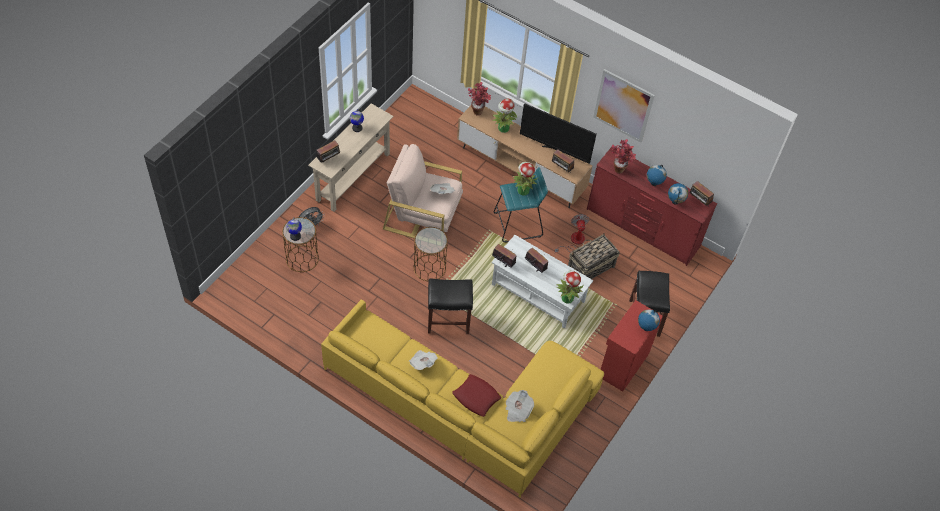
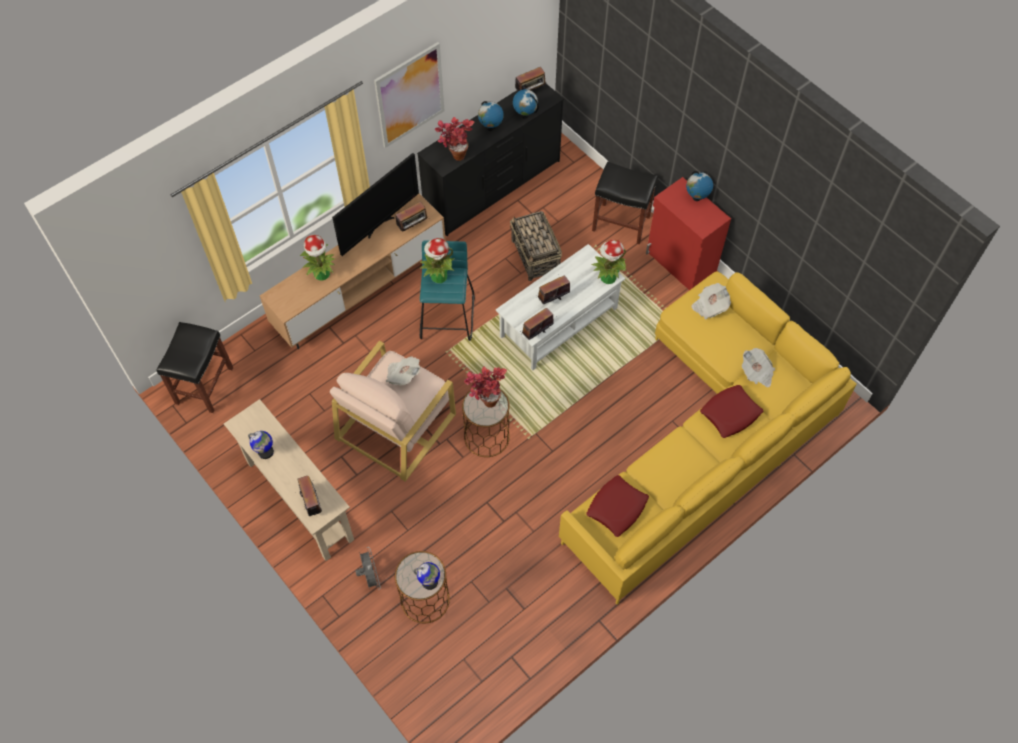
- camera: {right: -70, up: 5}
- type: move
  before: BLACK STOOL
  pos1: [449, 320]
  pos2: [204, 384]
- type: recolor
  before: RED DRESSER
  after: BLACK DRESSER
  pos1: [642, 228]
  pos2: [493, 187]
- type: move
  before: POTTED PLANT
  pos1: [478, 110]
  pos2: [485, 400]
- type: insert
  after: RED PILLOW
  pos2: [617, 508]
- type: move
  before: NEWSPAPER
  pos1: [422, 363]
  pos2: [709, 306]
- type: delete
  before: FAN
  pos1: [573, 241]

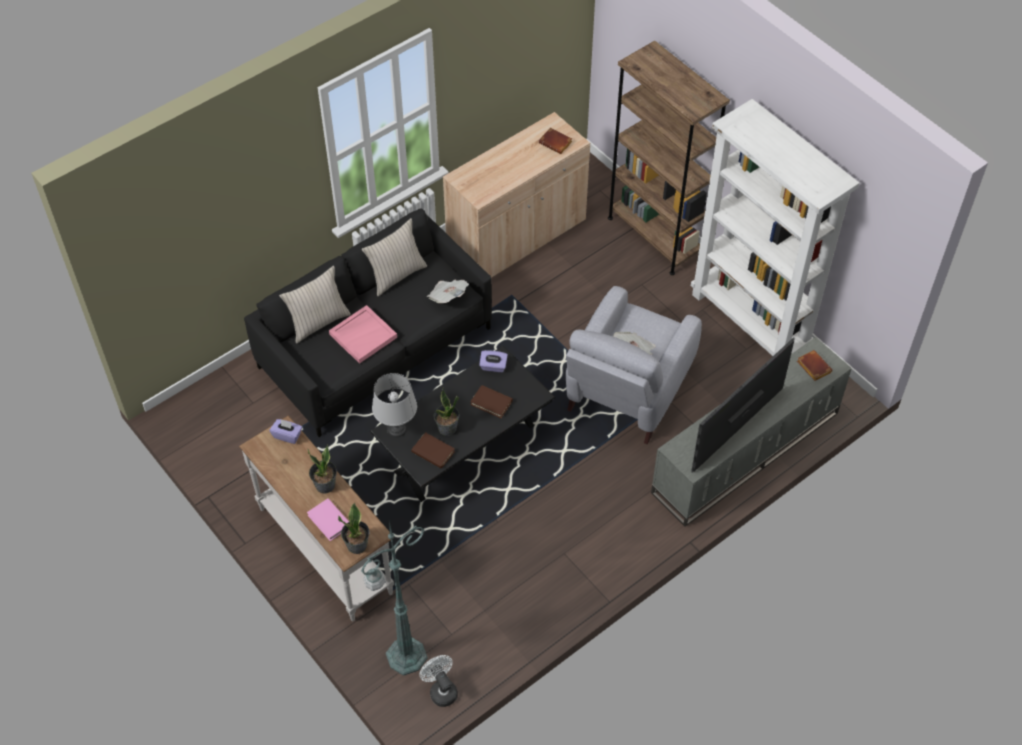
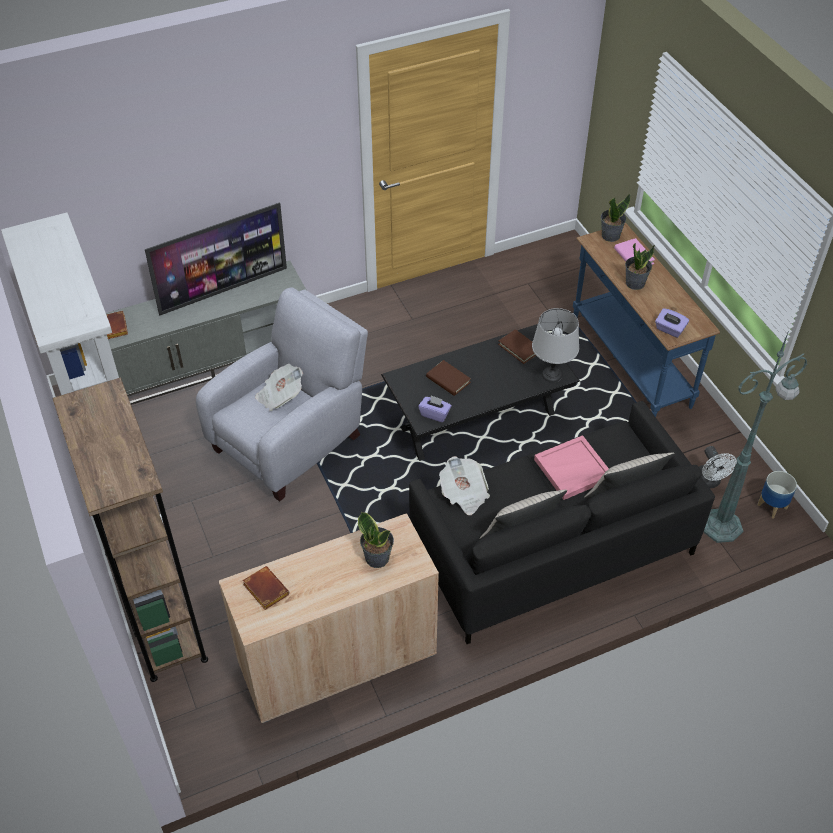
- camera: {right: -165, up: -5}
- type: move
  before: POTTED PLANT
  pos1: [447, 428]
  pos2: [377, 557]
- type: recolor
  before: WHITE CONSOLE TABLE
  after: BLUE CONSOLE TABLE
  pos1: [326, 549]
  pos2: [629, 362]
- type: move
  before: WHITE FAN
  pos1: [441, 690]
  pos2: [709, 482]
- type: move
  before: GREEN FLOOR LAMP
  pos1: [404, 657]
  pos2: [723, 525]
- type: insert
  after: PLANTER
  pos2: [771, 506]

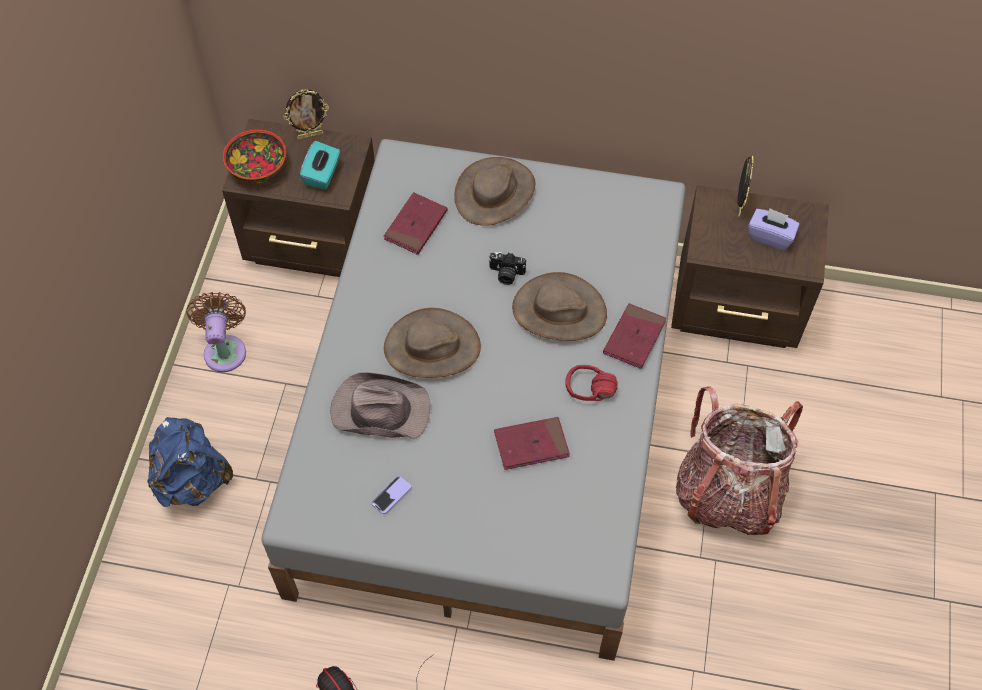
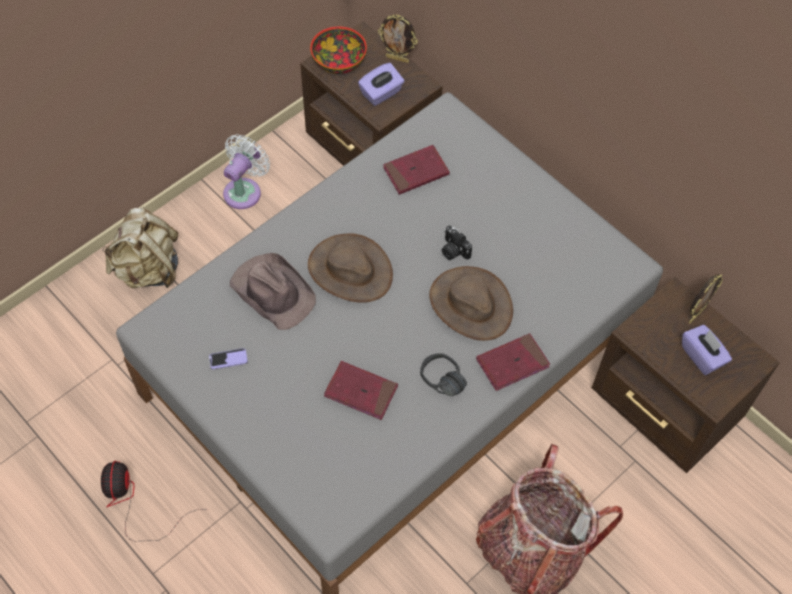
- camera: {right: 35, up: 0}
- type: recolor
  before: BLUE BACKPACK
  after: BEIGE BACKPACK
  pos1: [193, 480]
  pos2: [148, 269]
- type: recolor
  before: BROWN FAN
  after: WHITE FAN
  pos1: [225, 349]
  pos2: [245, 190]
- type: recolor
  before: TURQUOISE TISSUE BOX
  after: PURPLE TISSUE BOX
  pos1: [322, 175]
  pos2: [381, 93]
- type: recolor
  before: RED HEADPHONES
  after: BLACK HEADPHONES
  pos1: [589, 396]
  pos2: [437, 384]
- type: delete
  before: BROWN HAT
  pos1: [495, 193]

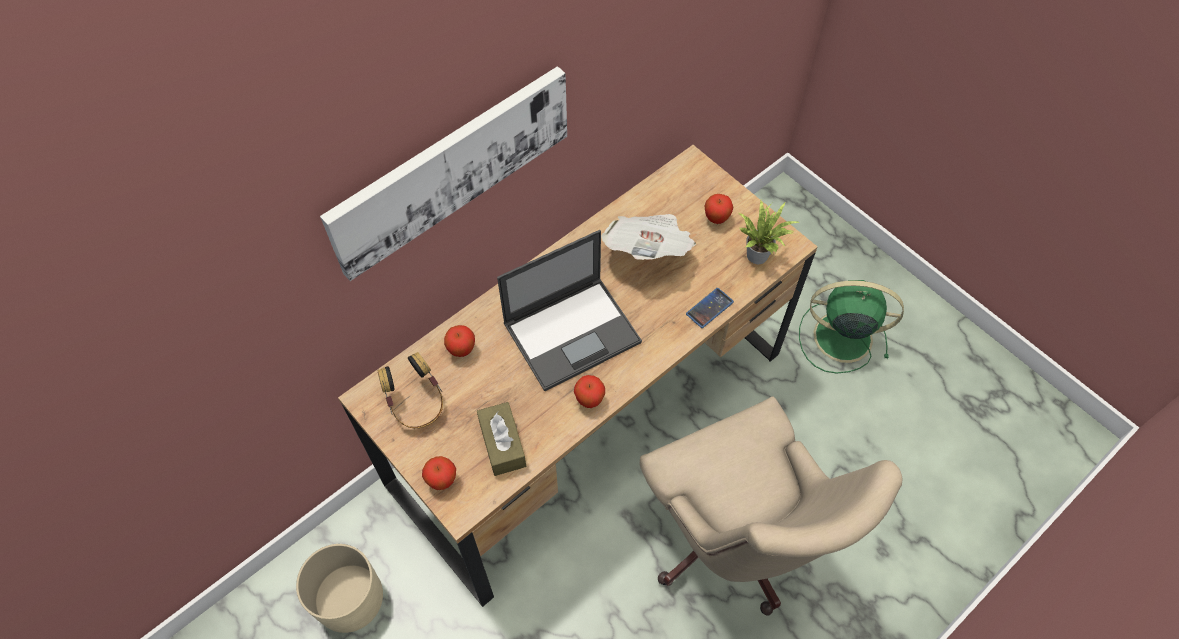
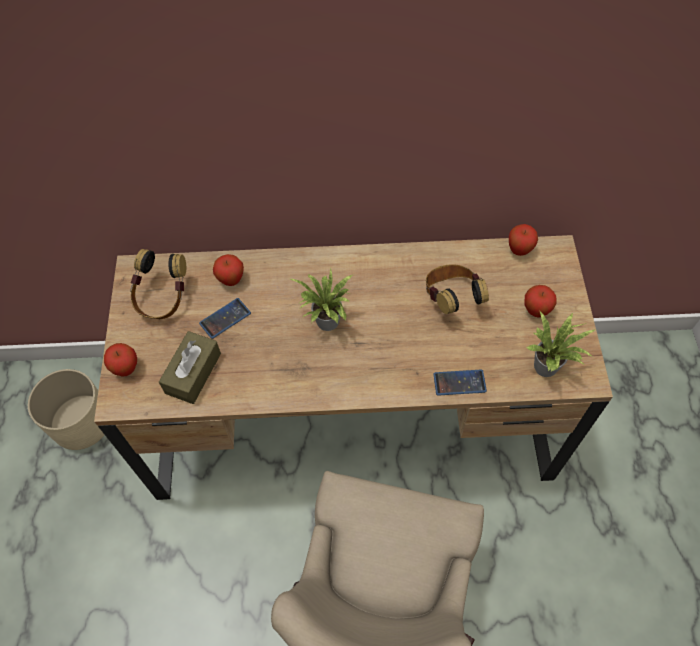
- camera: {right: 40, up: 0}
- type: insert
  after: PHONE
  pos2: [225, 318]
- type: replace
  before: LAPTOP
  after: POTTED PLANT
  pos1: [573, 332]
  pos2: [327, 324]
- type: replace
  before: NEWSPAPER
  after: HEADPHONES
  pos1: [649, 249]
  pos2: [451, 298]
- type: move
  before: APPLE
  pos1: [589, 400]
  pos2: [519, 250]
- type: delete
  before: PICTURE
  pos1: [450, 168]
- type: delete
  before: GREEN FAN
  pos1: [839, 336]

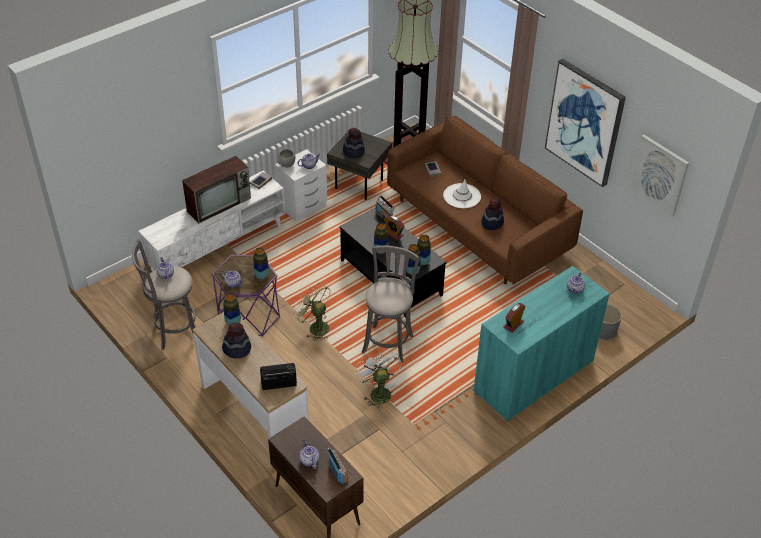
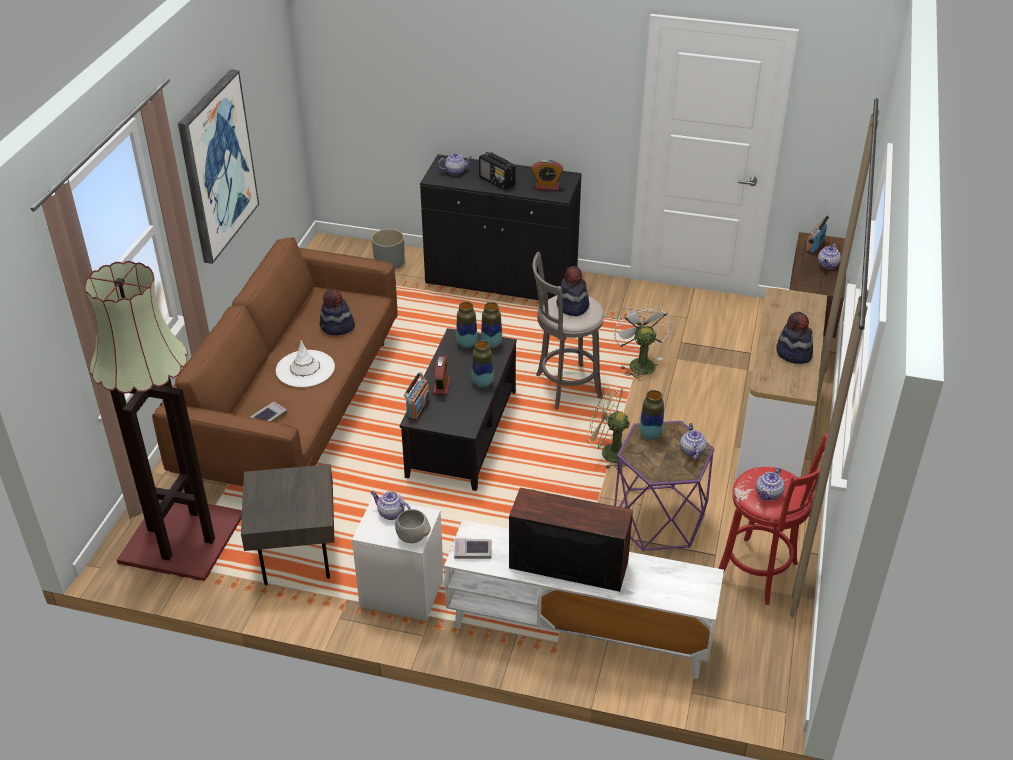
- camera: {right: -125, up: -5}
- type: recolor
  before: TURQUOISE CABINET
  after: BLACK CABINET
  pos1: [533, 376]
  pos2: [501, 280]
- type: move
  before: RADIO
  pos1: [278, 383]
  pos2: [497, 181]
- type: move
  before: HAT
  pos1: [353, 151]
  pos2: [572, 306]
- type: rotate
  before: GREEN FAN
  pos1: [315, 327]
  pos2: [608, 453]
  turn: 105
- type: rotate
  before: WHITE FAN
  pos1: [378, 392]
  pos2: [639, 363]
  turn: 135
- type: recolor
  before: GREY STOOL
  after: RED STOOL
  pos1: [173, 331]
  pos2: [760, 573]
- type: delete
  before: VASE
  pos1: [233, 322]
- type: delete
  before: PICTURE
  pos1: [659, 174]

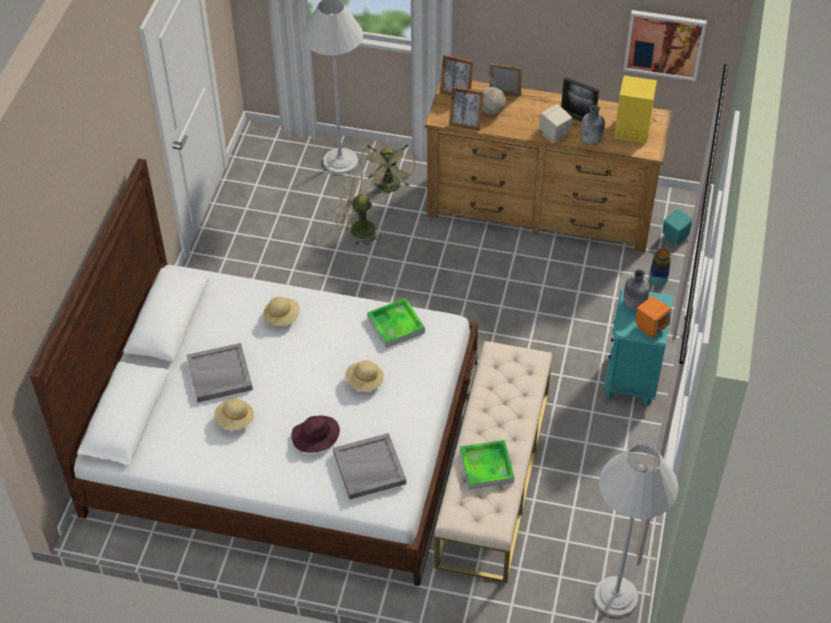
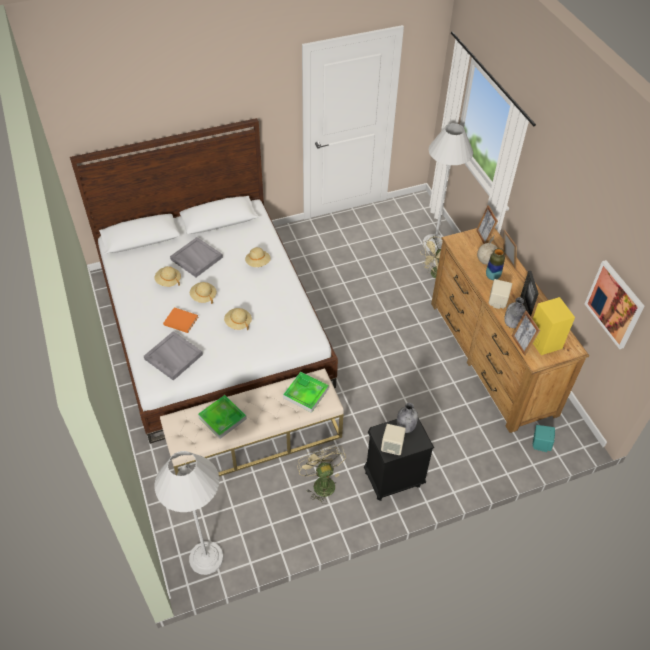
- camera: {right: 55, up: 0}
- type: replace
  before: PURPLE HAT
  after: ORANGE BOOK
  pos1: [315, 436]
  pos2: [180, 320]
- type: insert
  after: BEIGE HAT
  pos2: [203, 296]
- type: move
  before: TRAY
  pos1: [396, 325]
  pos2: [306, 393]
- type: move
  before: BEIGE FAN
  pos1: [356, 230]
  pos2: [321, 482]
- type: recolor
  before: TURQUOISE NIGHTSTAND
  after: BLACK NIGHTSTAND
  pos1: [632, 379]
  pos2: [392, 479]
- type: recolor
  before: ORANGE SPEAKER
  after: BEIGE SPEAKER
  pos1: [650, 327]
  pos2: [392, 446]
- type: move
  before: VASE
  pos1: [657, 282]
  pos2: [492, 276]
- type: move
  before: PICTURE FRAME
  pos1: [465, 124]
  pos2: [521, 344]

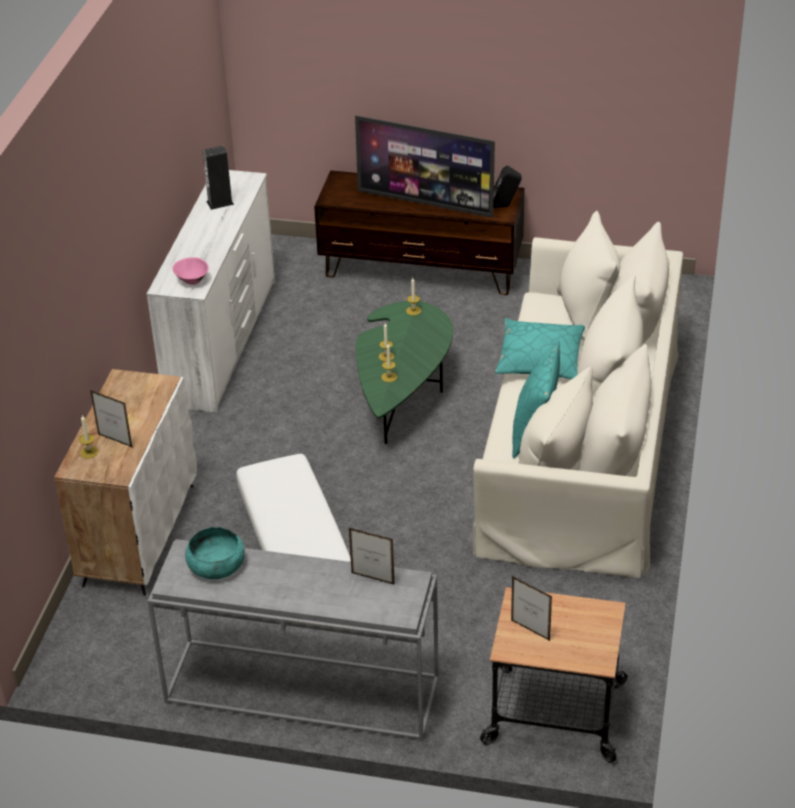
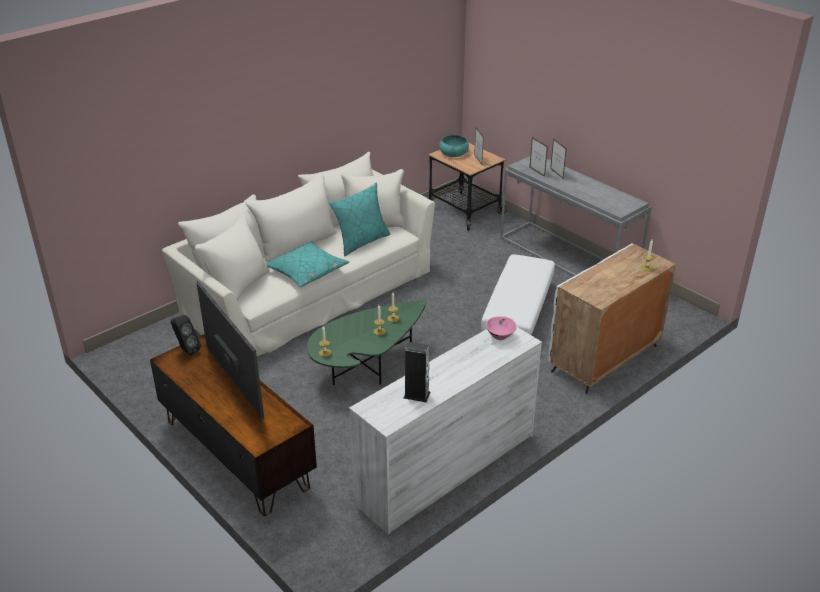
- camera: {right: -145, up: -5}
- type: move
  before: TURQUOISE BOWL
  pos1: [216, 564]
  pos2: [454, 153]
- type: move
  before: PICTURE FRAME
  pos1: [115, 441]
  pos2: [556, 174]

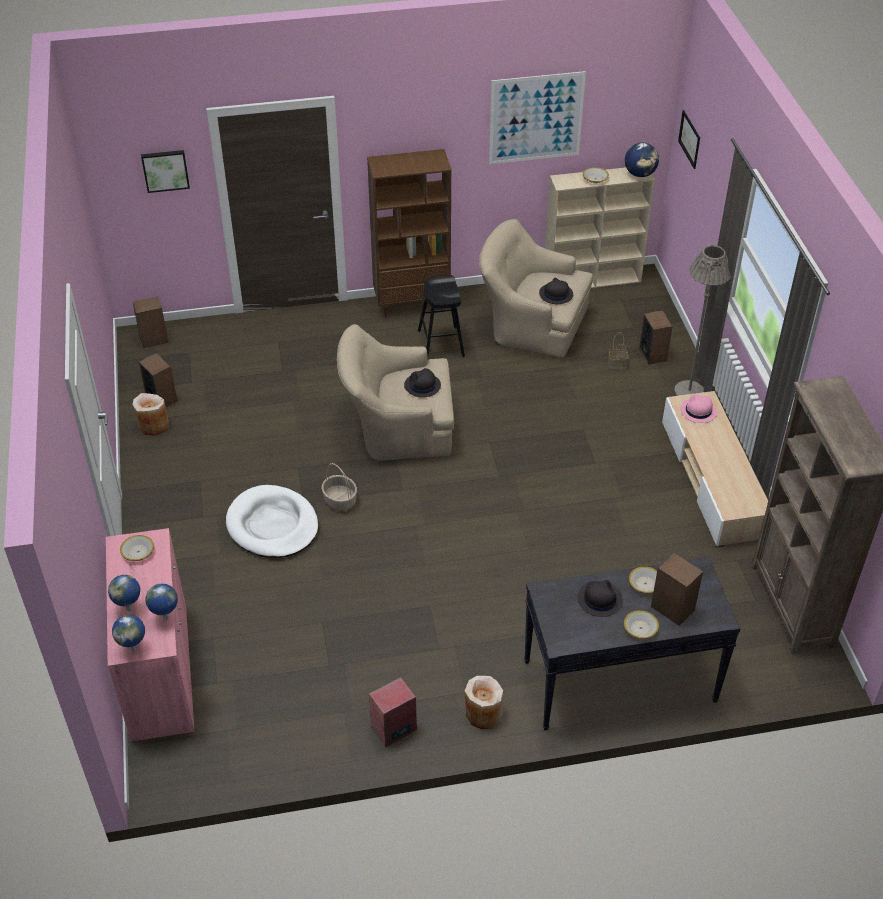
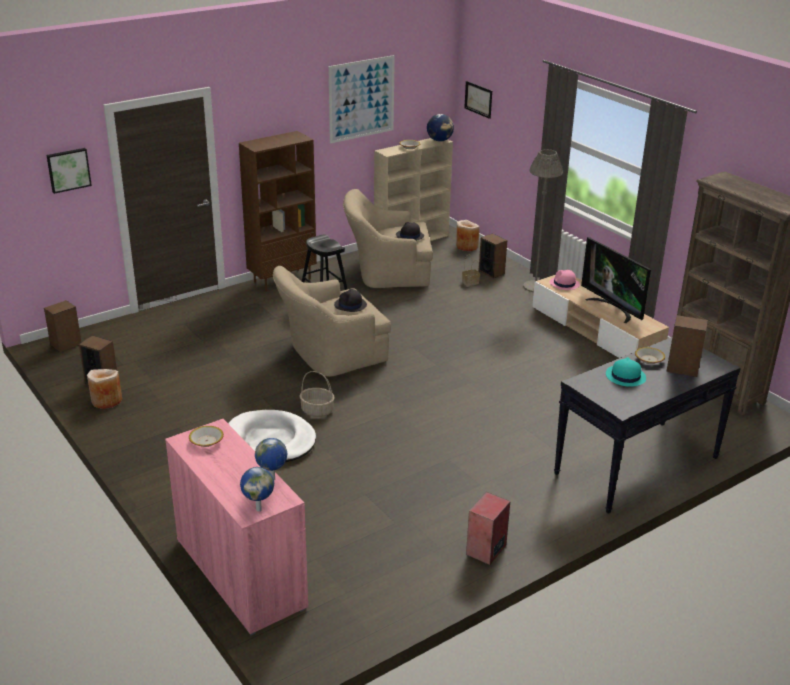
- camera: {right: -25, up: -15}
- type: move
  before: BEIGE VASE
  pos1: [483, 713]
  pos2: [467, 246]
- type: insert
  after: TELEVISION
  pos2: [613, 308]
- type: recolor
  before: BLACK HAT
  after: TURQUOISE HAT
  pos1: [599, 599]
  pos2: [625, 376]
- type: delete
  before: GLOBE
  pos1: [130, 609]
- type: delete
  before: BOWL
  pos1: [640, 628]

